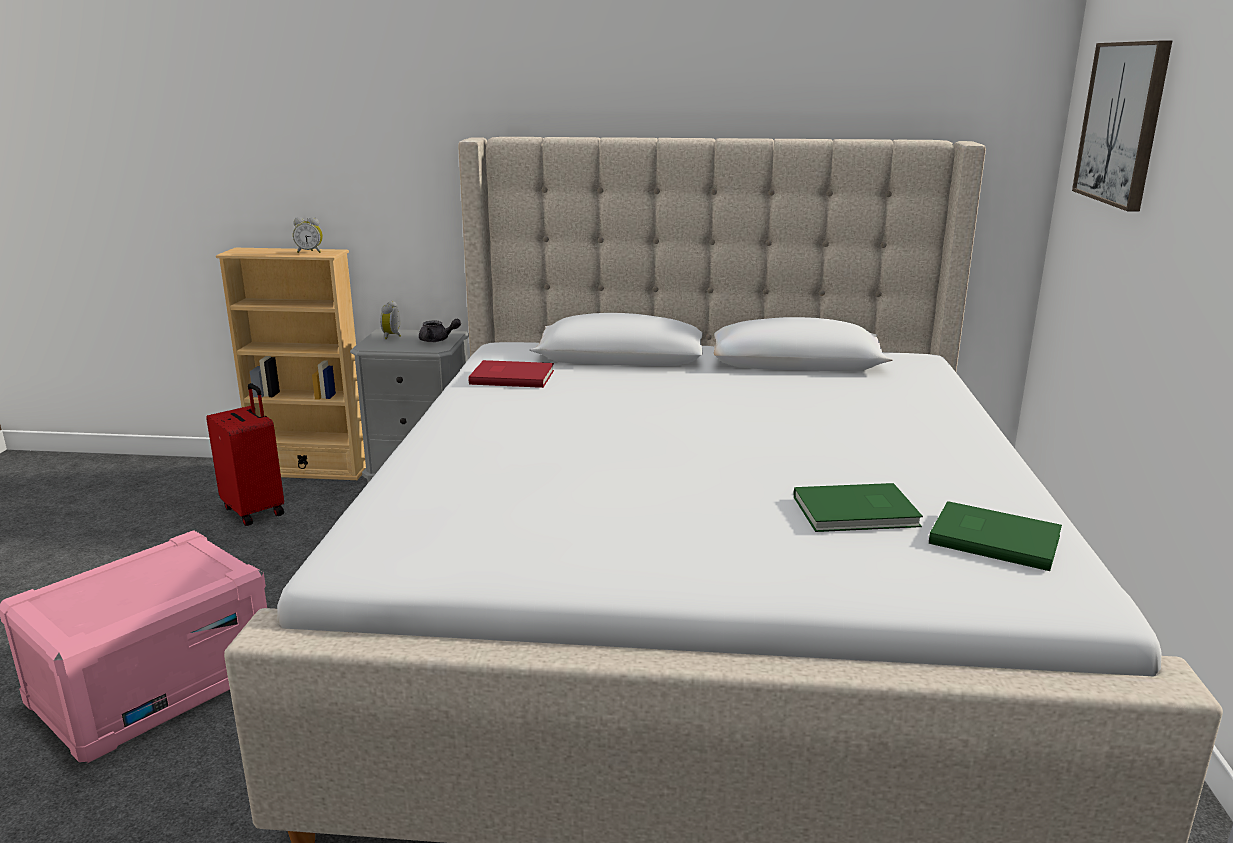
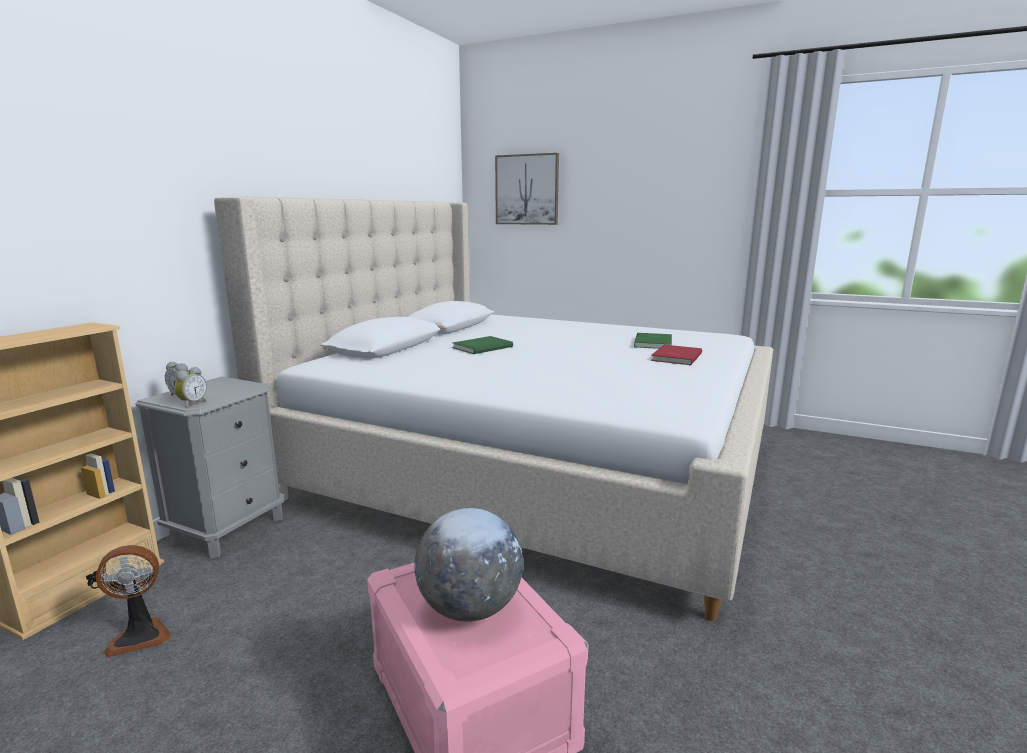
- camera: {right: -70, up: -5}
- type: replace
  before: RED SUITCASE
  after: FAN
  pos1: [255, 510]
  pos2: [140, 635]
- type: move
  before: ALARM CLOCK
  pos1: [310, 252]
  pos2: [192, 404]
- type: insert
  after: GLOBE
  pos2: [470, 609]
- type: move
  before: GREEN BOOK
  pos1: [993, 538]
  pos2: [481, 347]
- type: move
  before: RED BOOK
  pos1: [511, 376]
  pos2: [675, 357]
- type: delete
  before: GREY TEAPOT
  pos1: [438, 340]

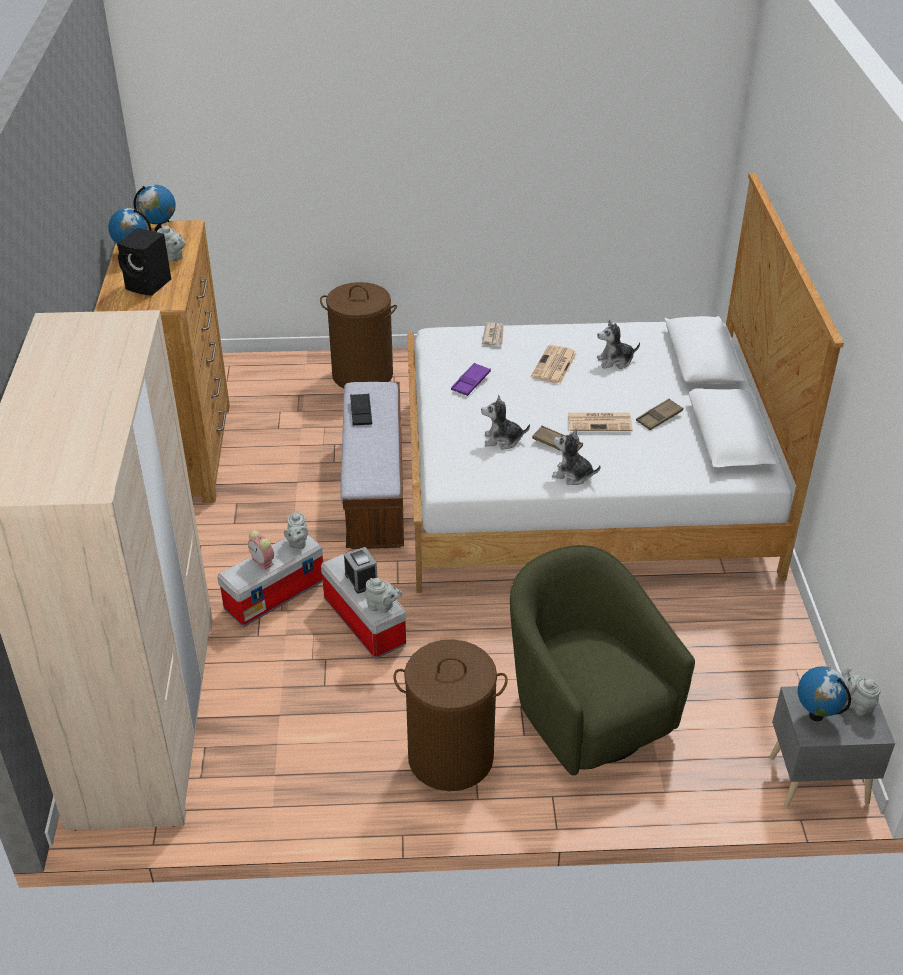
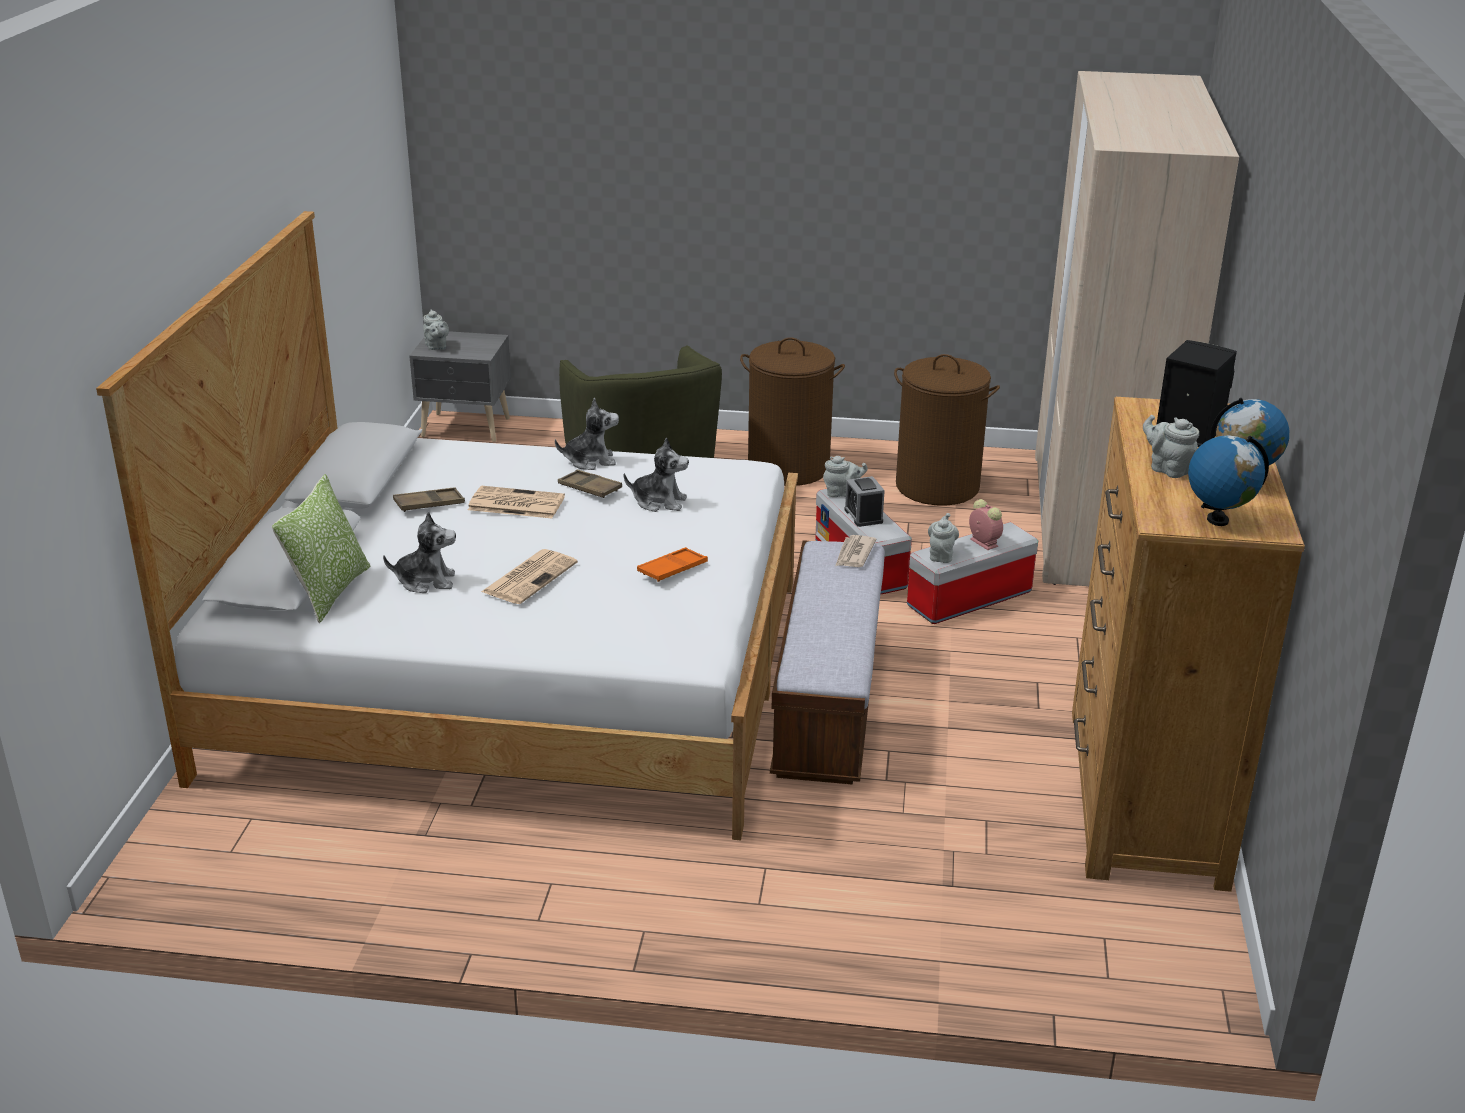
- camera: {right: -170, up: -10}
- type: insert
  after: PILLOW
  pos2: [330, 592]
- type: rotate
  before: PLUSH TOY
  pos1: [572, 475]
  pos2: [590, 461]
  turn: -45
- type: recolor
  before: PURPLE TRAY
  after: ORANGE TRAY
  pos1: [471, 382]
  pos2: [672, 569]
- type: rotate
  before: GREY TEAPOT
  pos1: [382, 606]
  pos2: [842, 493]
  turn: 150
- type: move
  before: NEWSPAPER
  pos1: [493, 335]
  pos2: [854, 554]
- type: move
  before: BROWN LAUNDRY BASKET
  pos1: [362, 375]
  pos2: [937, 486]
- type: delete
  before: BLACK TRAY
  pos1: [361, 412]
- type: delete
  before: GLOBE
  pos1: [816, 715]

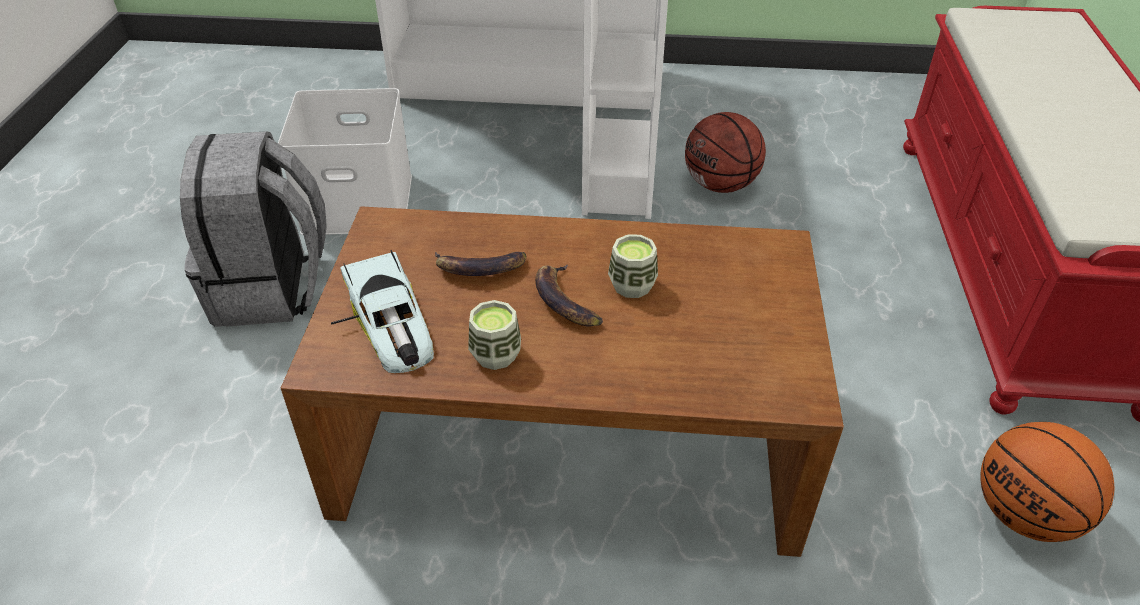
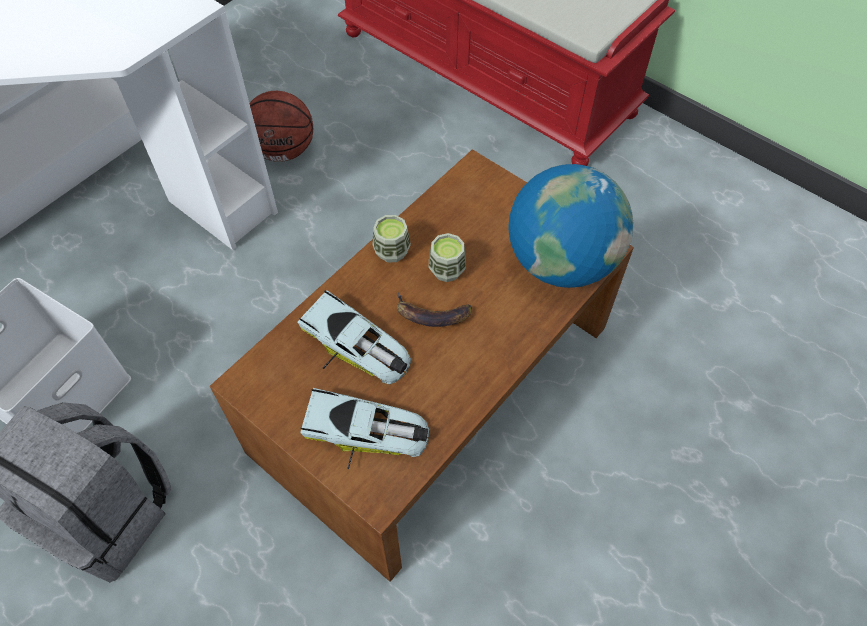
- camera: {right: -55, up: 15}
- type: replace
  before: BANANA
  after: TOY CAR
  pos1: [479, 269]
  pos2: [356, 346]
- type: move
  before: CUP
  pos1: [495, 355]
  pos2: [392, 251]
- type: insert
  after: GLOBE
  pos2: [561, 261]
- type: delete
  before: BASKETBALL
  pos1: [1025, 514]

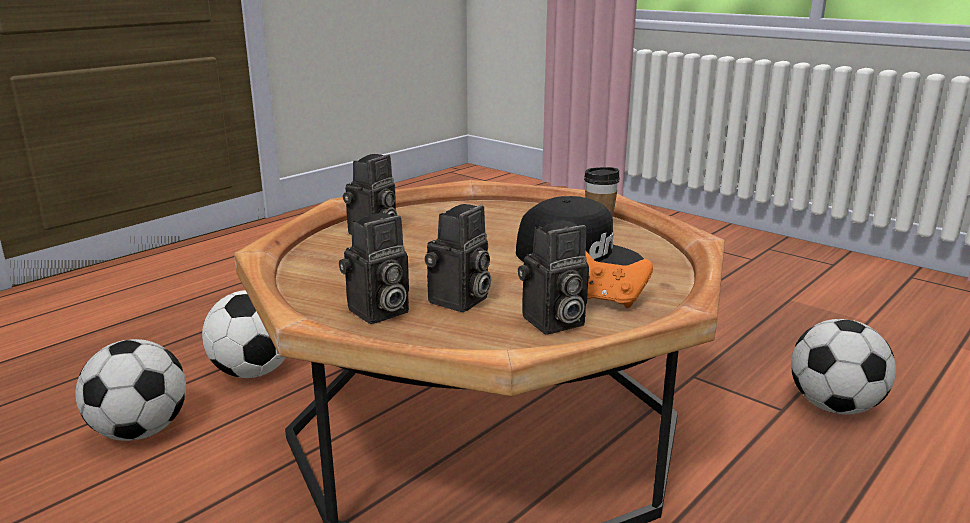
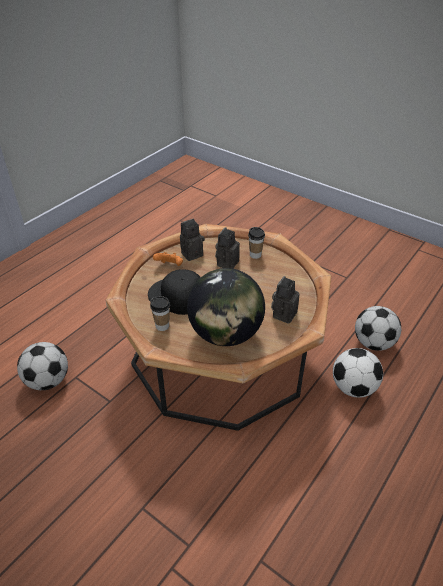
- camera: {right: 175, up: 20}
- type: insert
  after: GLOBE
  pos2: [225, 334]
- type: replace
  before: PHOTO CAMERA
  after: CUP
  pos1: [378, 313]
  pos2: [255, 255]

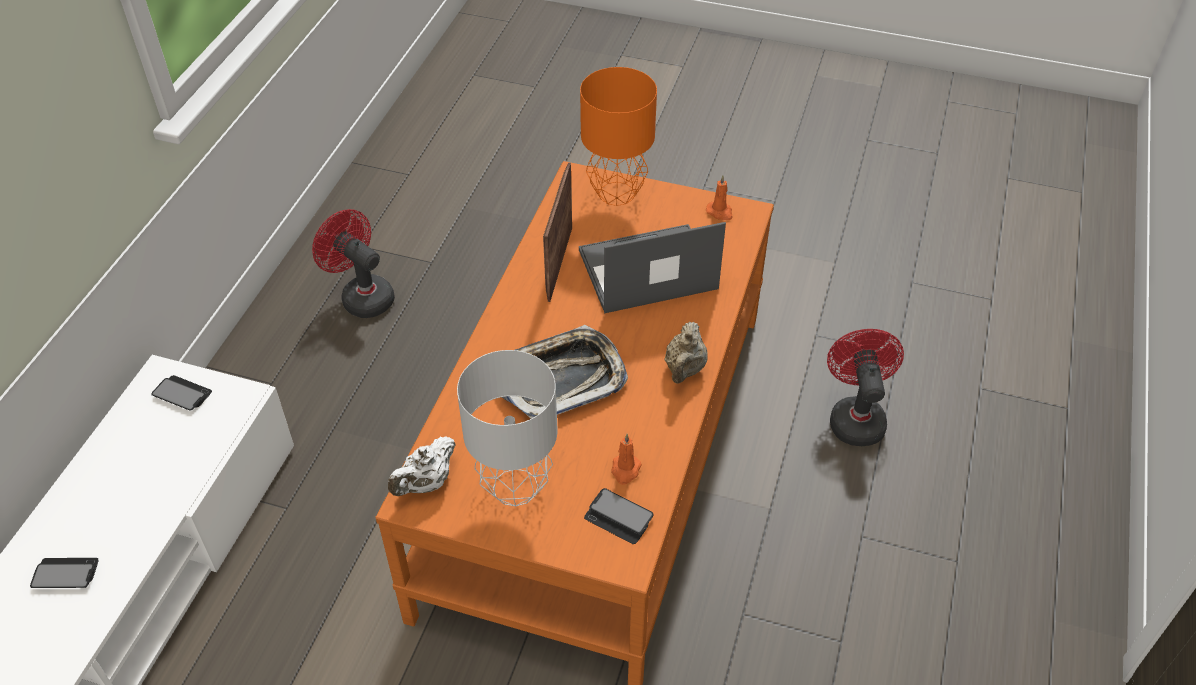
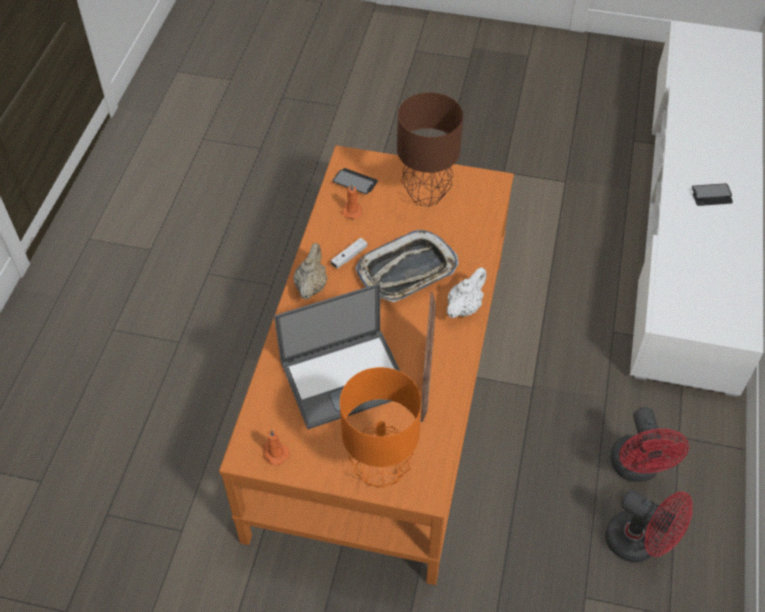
- camera: {right: 175, up: 5}
- type: insert
  after: WHITE GAME CONTROLLER
  pos2: [349, 257]
- type: recolor
  before: GREY TABLE LAMP
  after: BROWN TABLE LAMP
  pos1: [514, 486]
  pos2: [427, 195]
- type: move
  before: WHITE TEAPOT
  pos1: [426, 483]
  pos2: [464, 307]
- type: move
  before: RED FAN
  pos1: [855, 417]
  pos2: [637, 469]
- type: delete
  before: PHONE
  pos1: [182, 394]

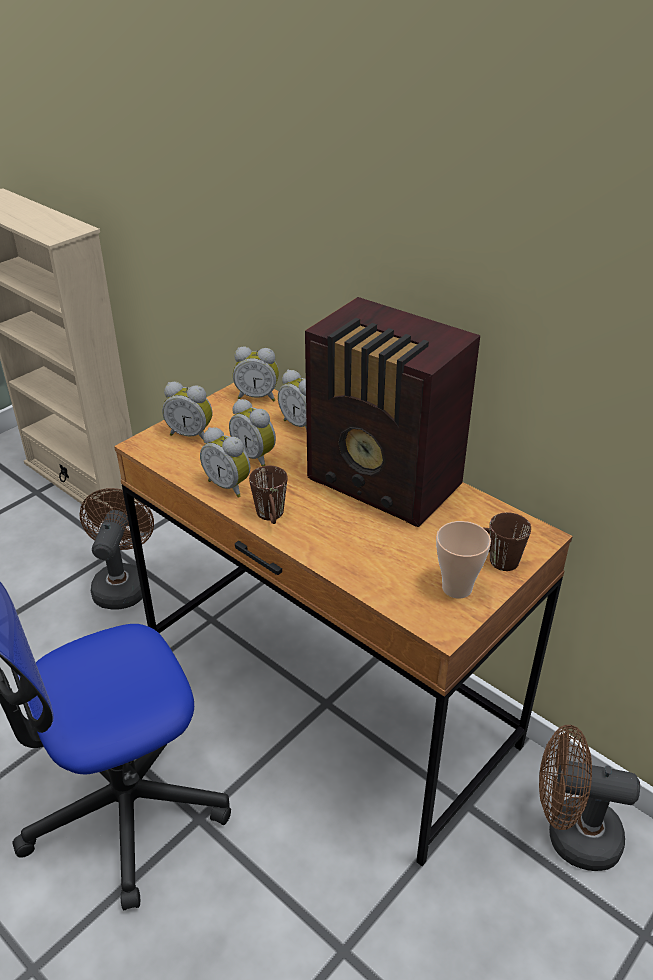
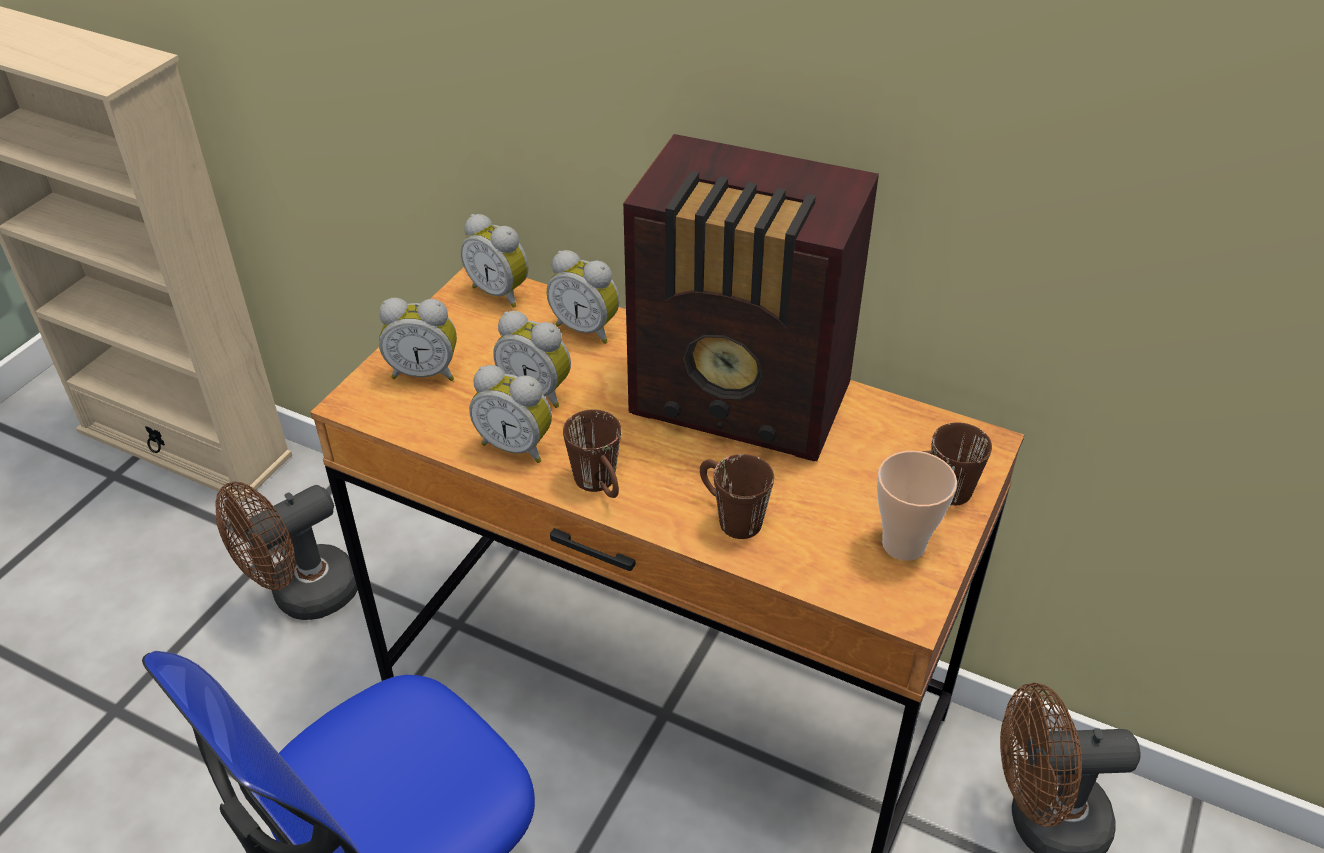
- camera: {right: -15, up: 5}
- type: rotate
  before: BROWN FAN
  pos1: [122, 583]
  pos2: [303, 596]
  turn: -120
- type: rotate
  before: ALARM CLOCK
  pos1: [257, 396]
  pos2: [501, 292]
  turn: 45
- type: insert
  after: BROWN MUG
  pos2: [729, 516]

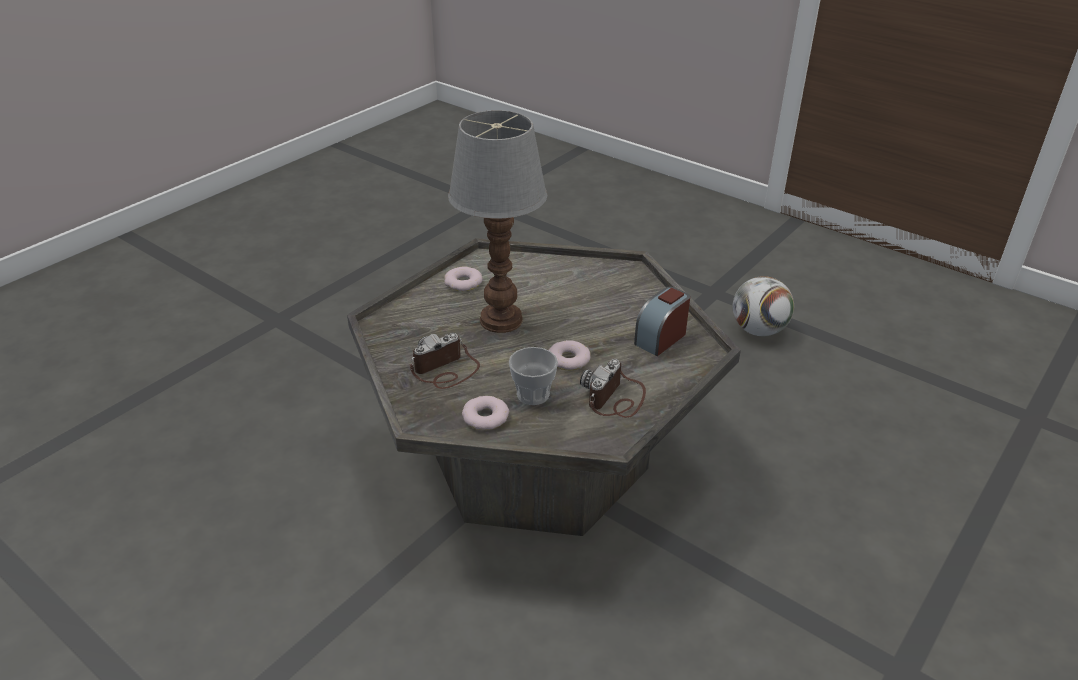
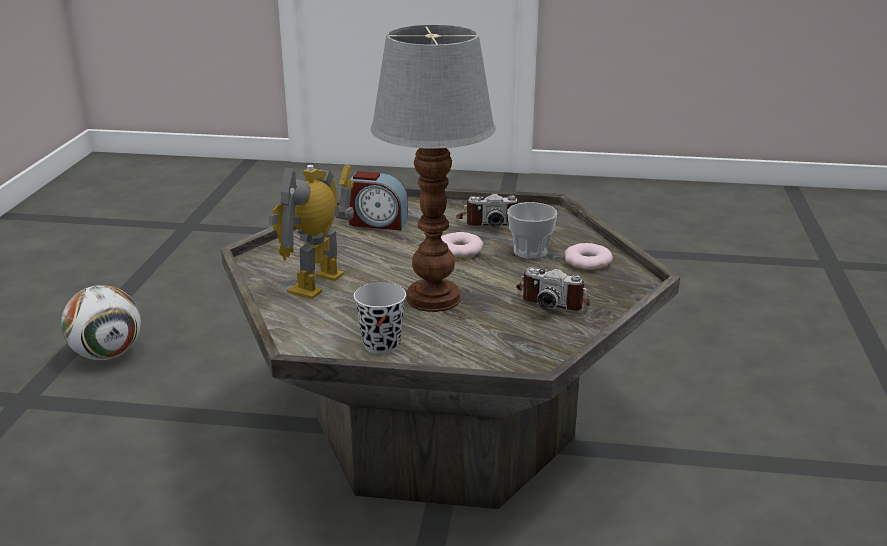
- camera: {right: -120, up: -10}
- type: insert
  after: TOY ROBOT
  pos2: [318, 284]
- type: replace
  before: DONUT
  after: BLACK CUP
  pos1: [463, 283]
  pos2: [381, 344]

